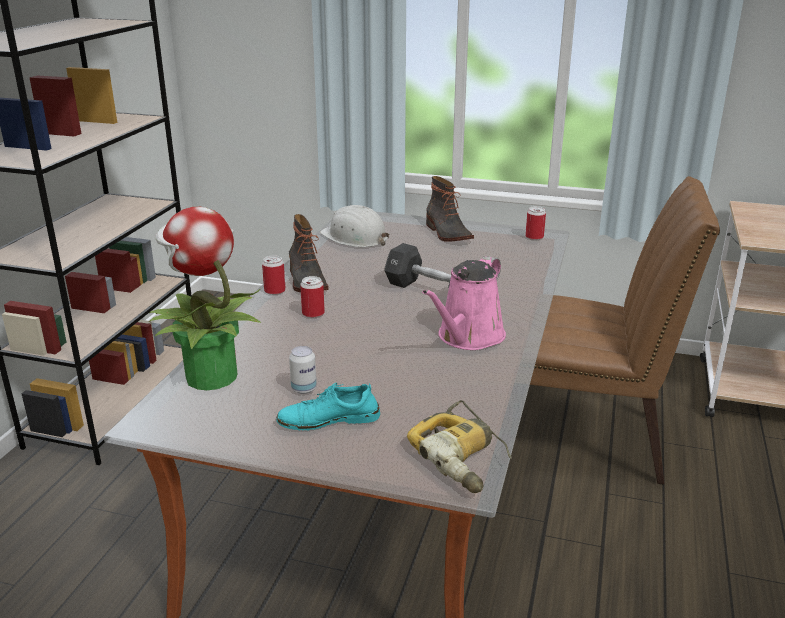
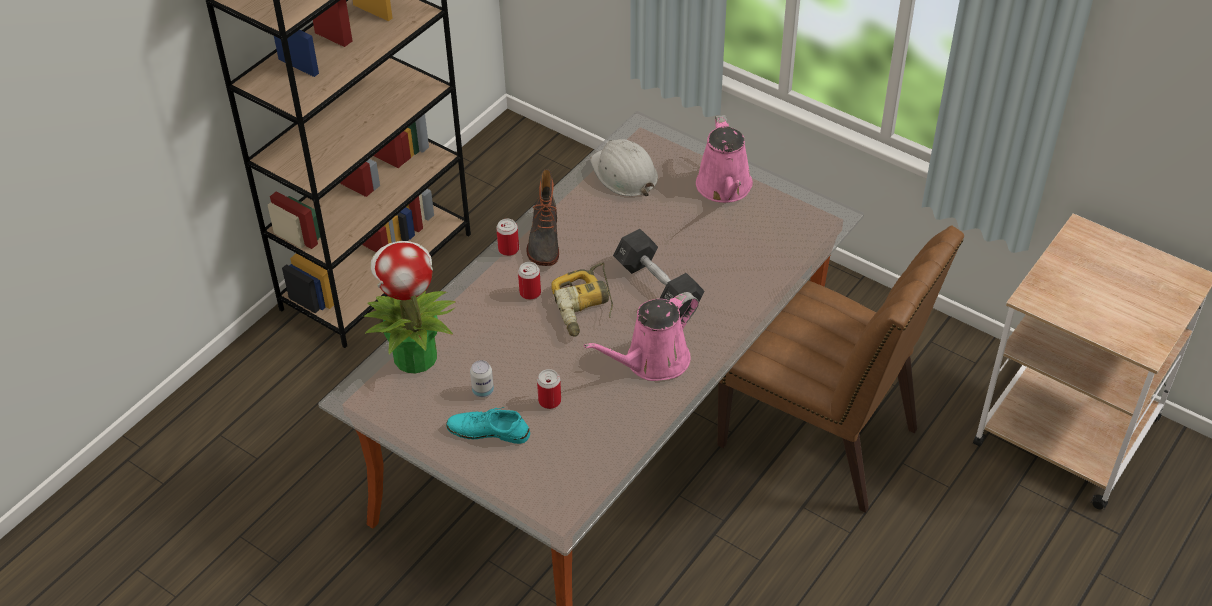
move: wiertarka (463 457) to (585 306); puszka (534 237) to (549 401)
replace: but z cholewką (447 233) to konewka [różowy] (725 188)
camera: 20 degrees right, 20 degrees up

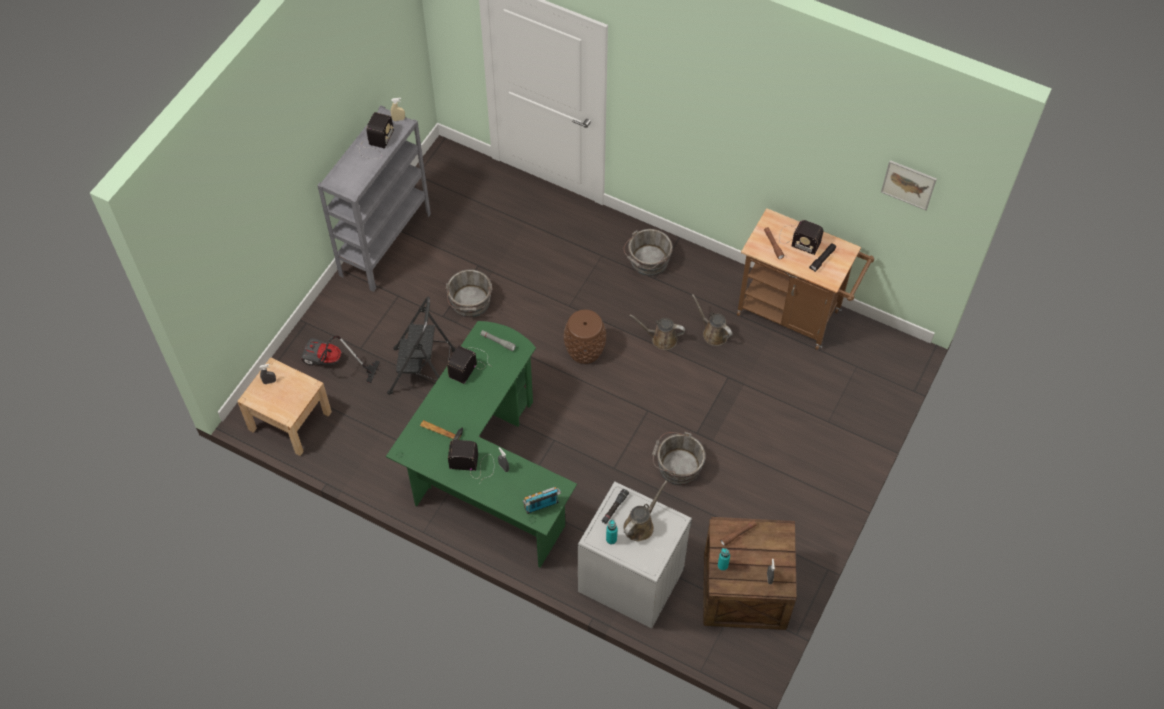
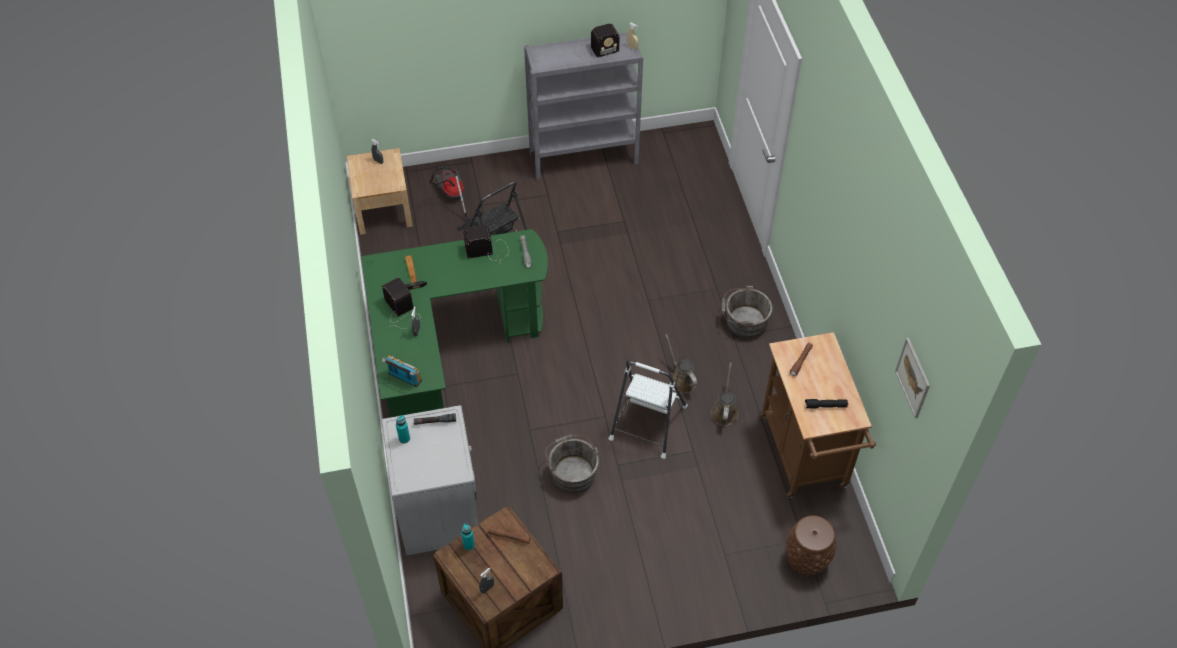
delete: wiadro [szary] (470 303); konewka [brązowy] (640 525); radio (798 239)
insert: drabinka [biały] (647 423)
move: stołek [brązowy] (585 350) to (806 559)
camera: 50 degrees right, 5 degrees down

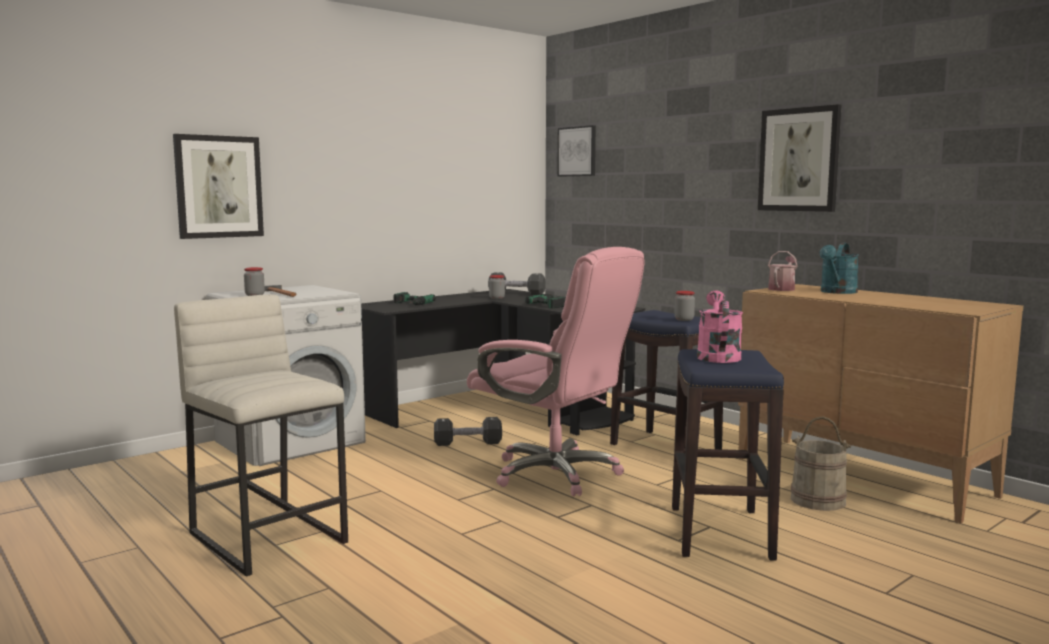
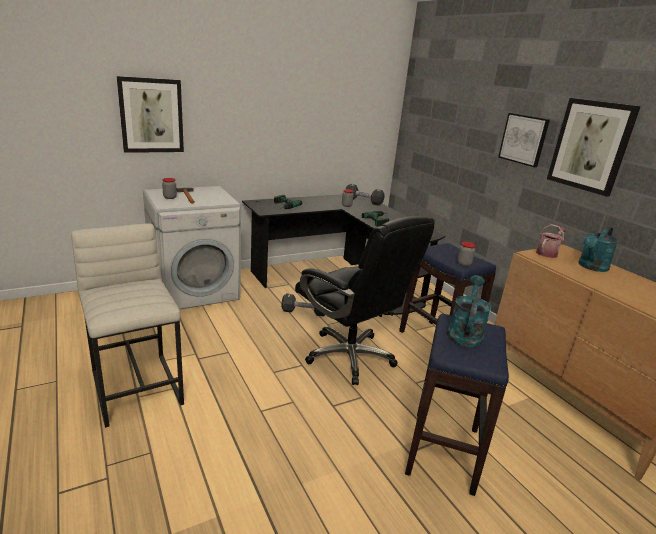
delete: wiadro [beżowy] (818 500)
move: obraz (577 151) to (523 139)
recolor: krzesło biurowe [różowy] (552 472) to krzesło biurowe [czarny] (348 355); konewka [różowy] (717 356) to konewka [turkusowy] (465 332)
camera: 10 degrees right, 15 degrees up

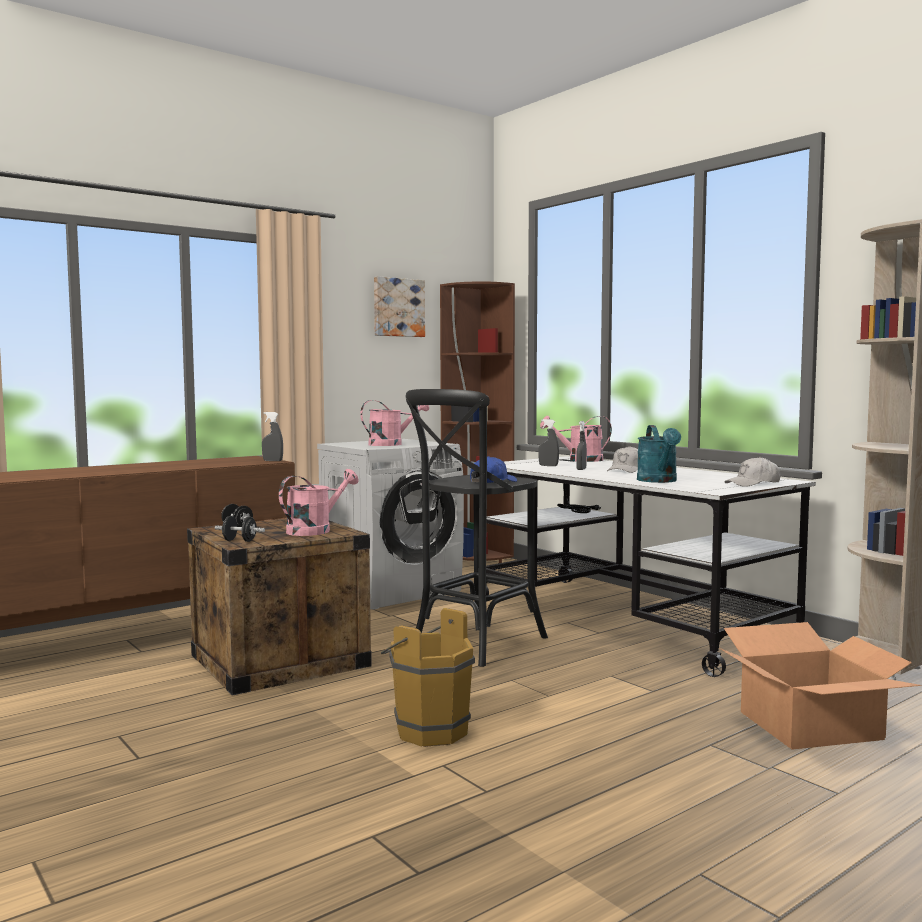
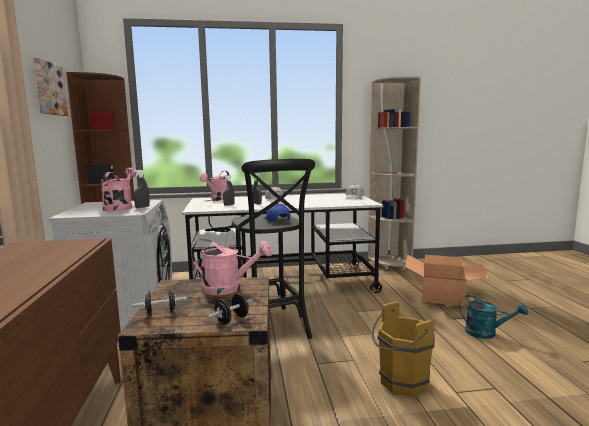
move: spryskiwacz [szary] (272 461) to (142 207); konewka [turkusowy] (659 481) to (486 333)
rotate: konewka [różowy] (315 530) = (228 288) 120 degrees clockwise
camera: 60 degrees left, 5 degrees up

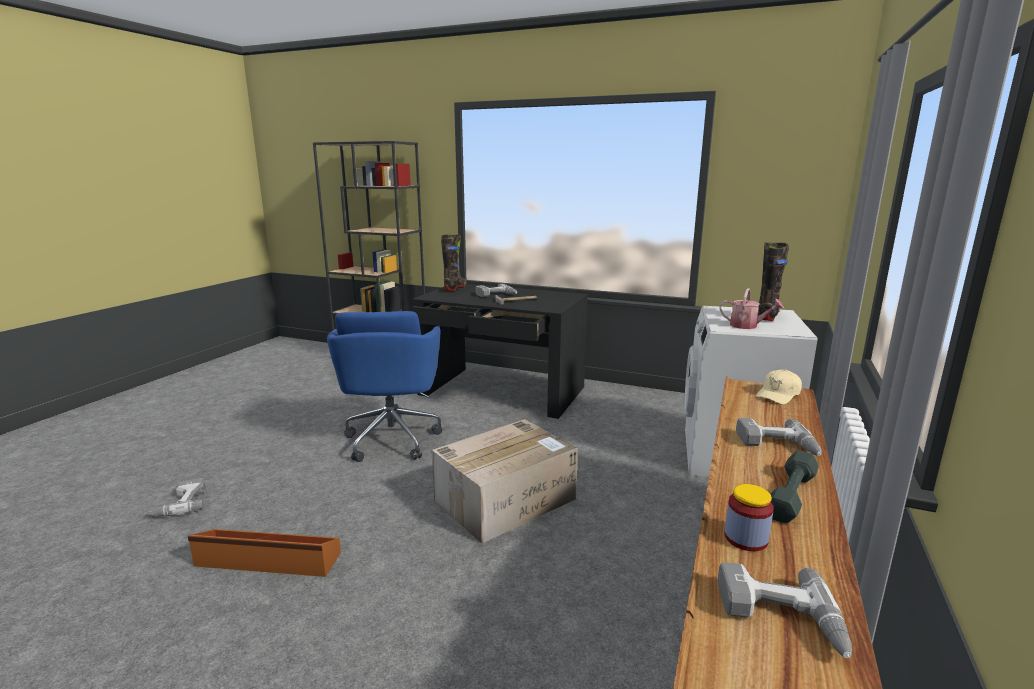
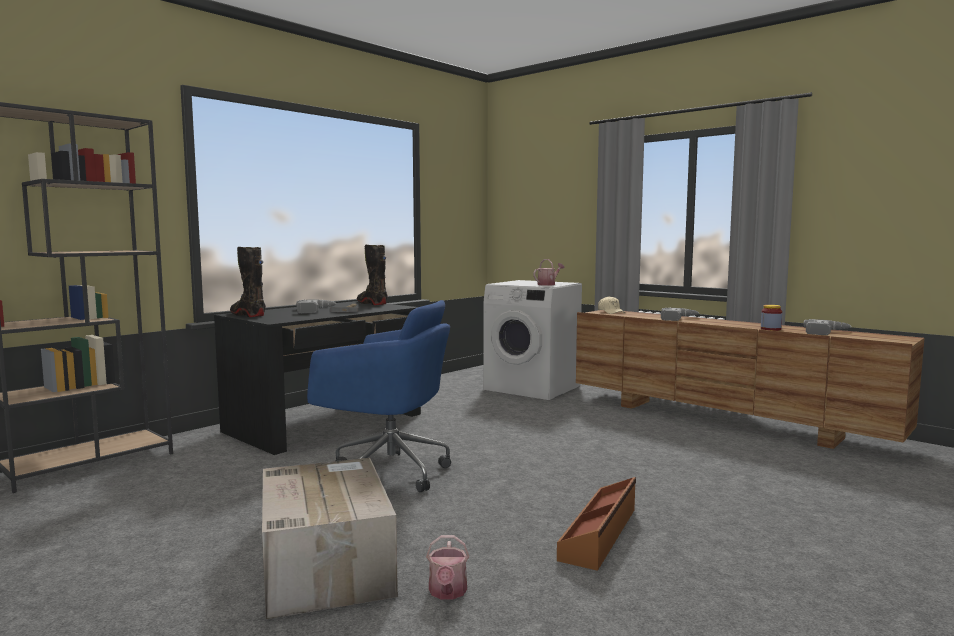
delete: hantel [szary] (791 495)
move: karton (506 499) to (325 564); but z cholewką [czarny] (767 316) to (372 303)
replace: wiertarka (178 505) to konewka (447 592)
camera: 70 degrees left, 10 degrees down

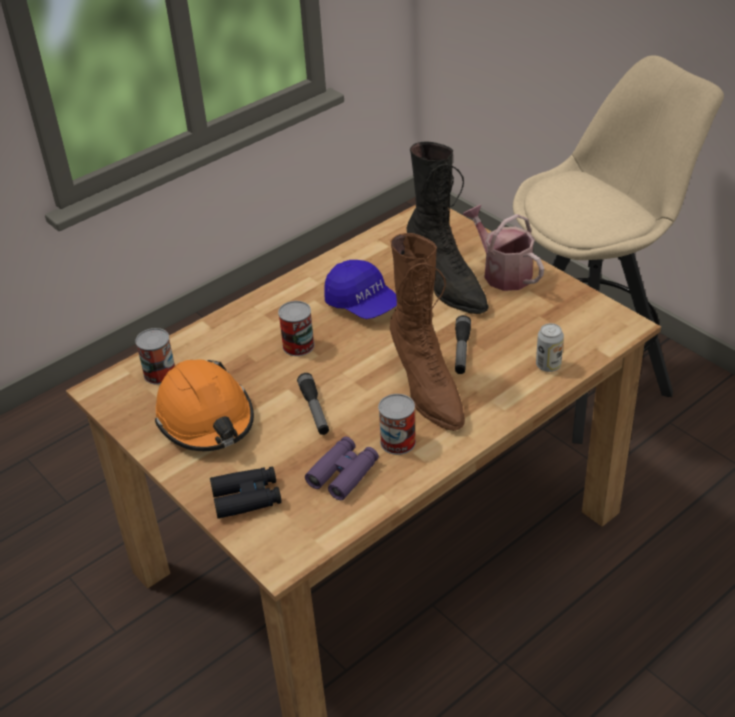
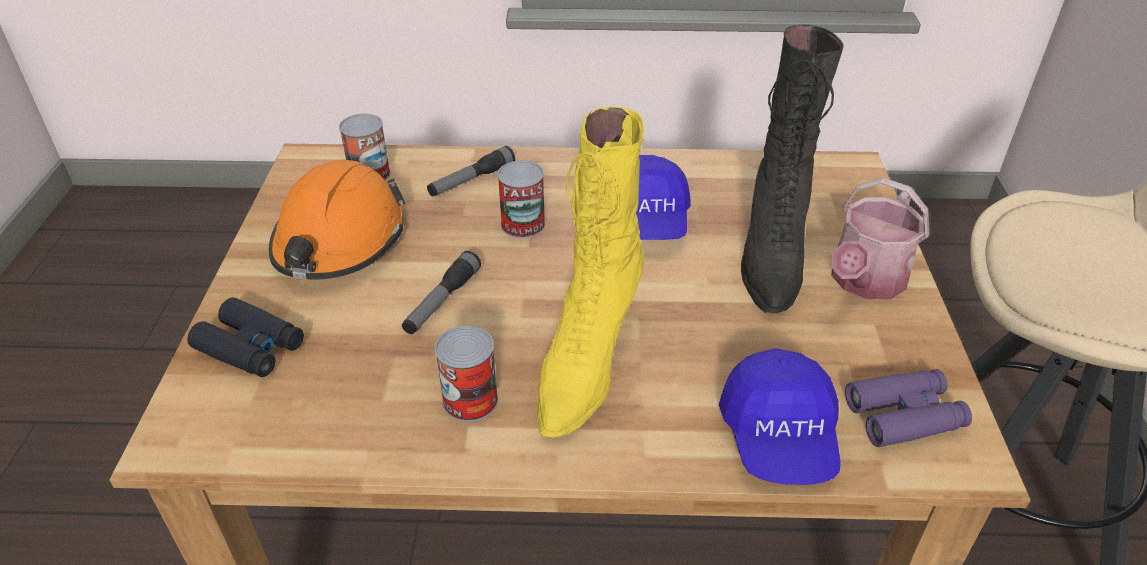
move: lornetka [fioletowy] (343 473) to (904 415); latarka (461 351) to (471 180)
replace: puszka (548 365) to czapka z daszkiem [niebieski] (779 438)
recolor: but z cholewką [brązowy] (427 389) to but z cholewką [żółty] (586 361)
rotate: konewka (502 272) = (864 282) 150 degrees counterclockwise
camera: 40 degrees right, 0 degrees up

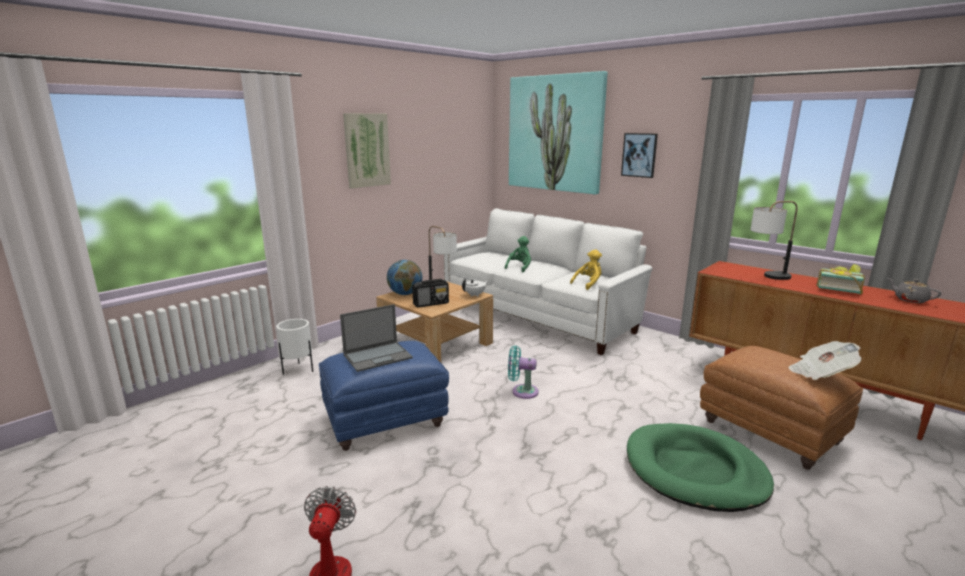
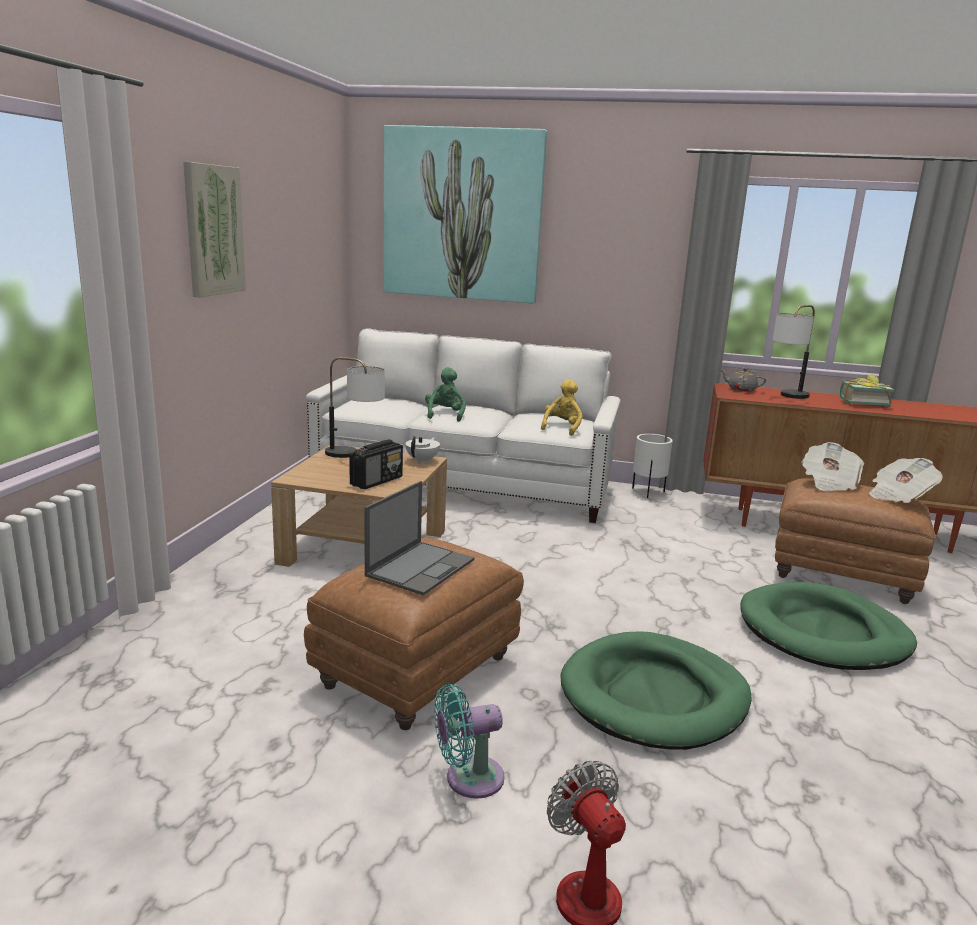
delete: globus (405 294); obraz (639 155)
insert: legowisko [zielony] (654 696); gazeta (829 483)
move: donica [biały] (298 370) to (648 493); wentylator [turkusowy] (522 391) to (468 779); imbryk [szary] (910 300) to (741 389)
recolor: pufa [niebieski] (386 421) to pufa [brązowy] (417 671)
camera: 30 degrees left, 0 degrees up

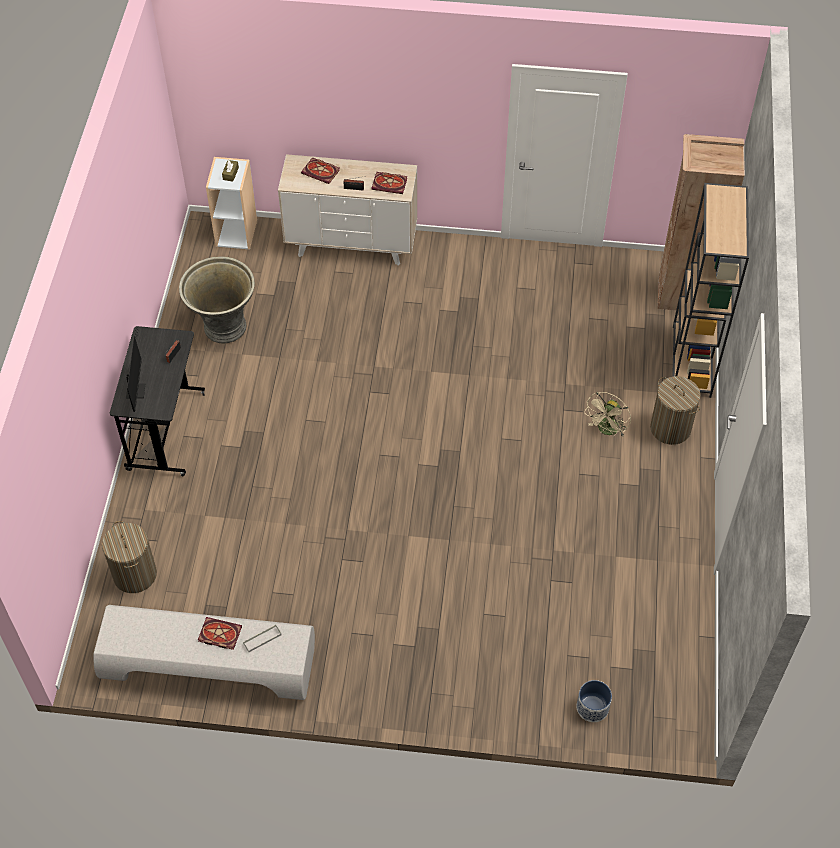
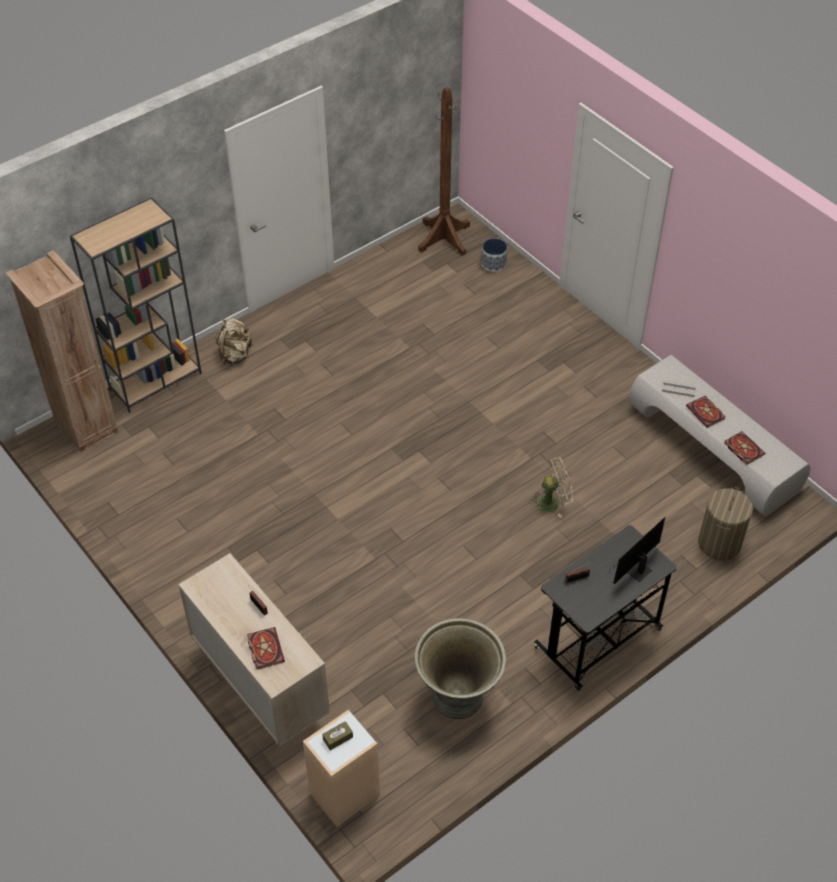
insert: wieszak [brązowy] (444 238)
move: książka (390 184) to (742 448); wentylator [beżowy] (606 431) to (552 502)
replace: kosz na pranie (670 428) to plecak [beżowy] (235 355)
camera: 135 degrees left, 5 degrees down

